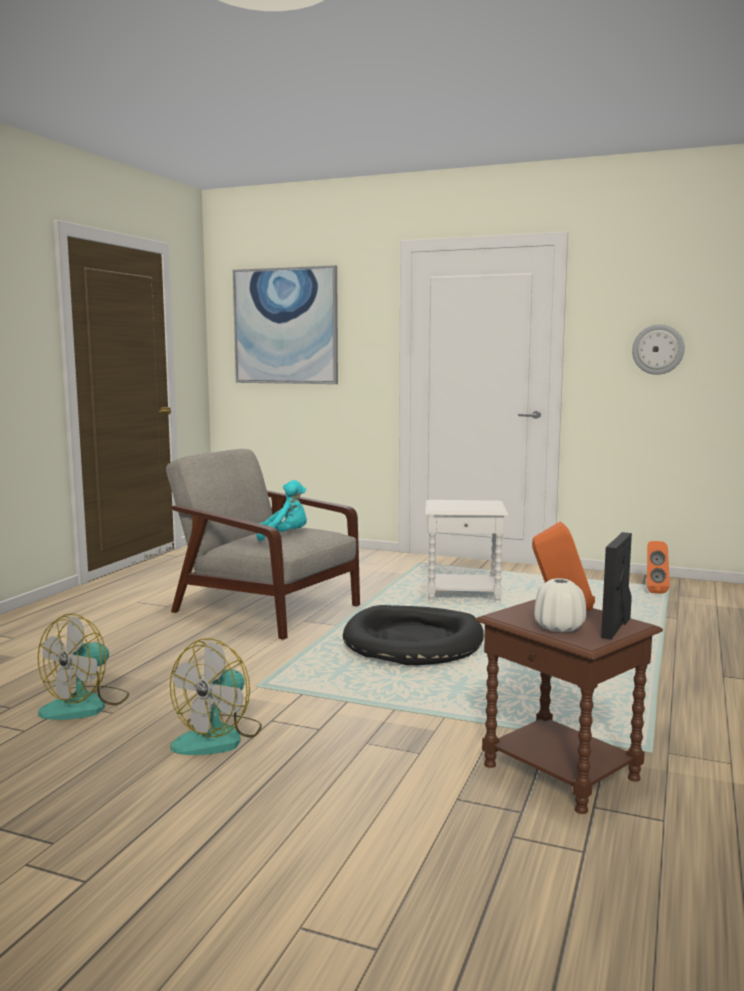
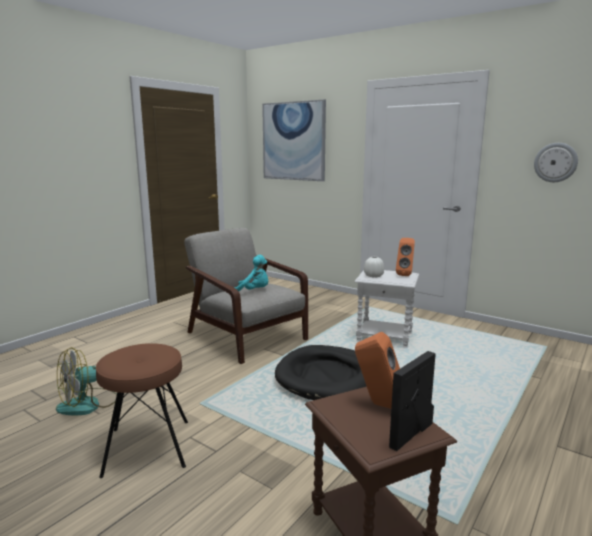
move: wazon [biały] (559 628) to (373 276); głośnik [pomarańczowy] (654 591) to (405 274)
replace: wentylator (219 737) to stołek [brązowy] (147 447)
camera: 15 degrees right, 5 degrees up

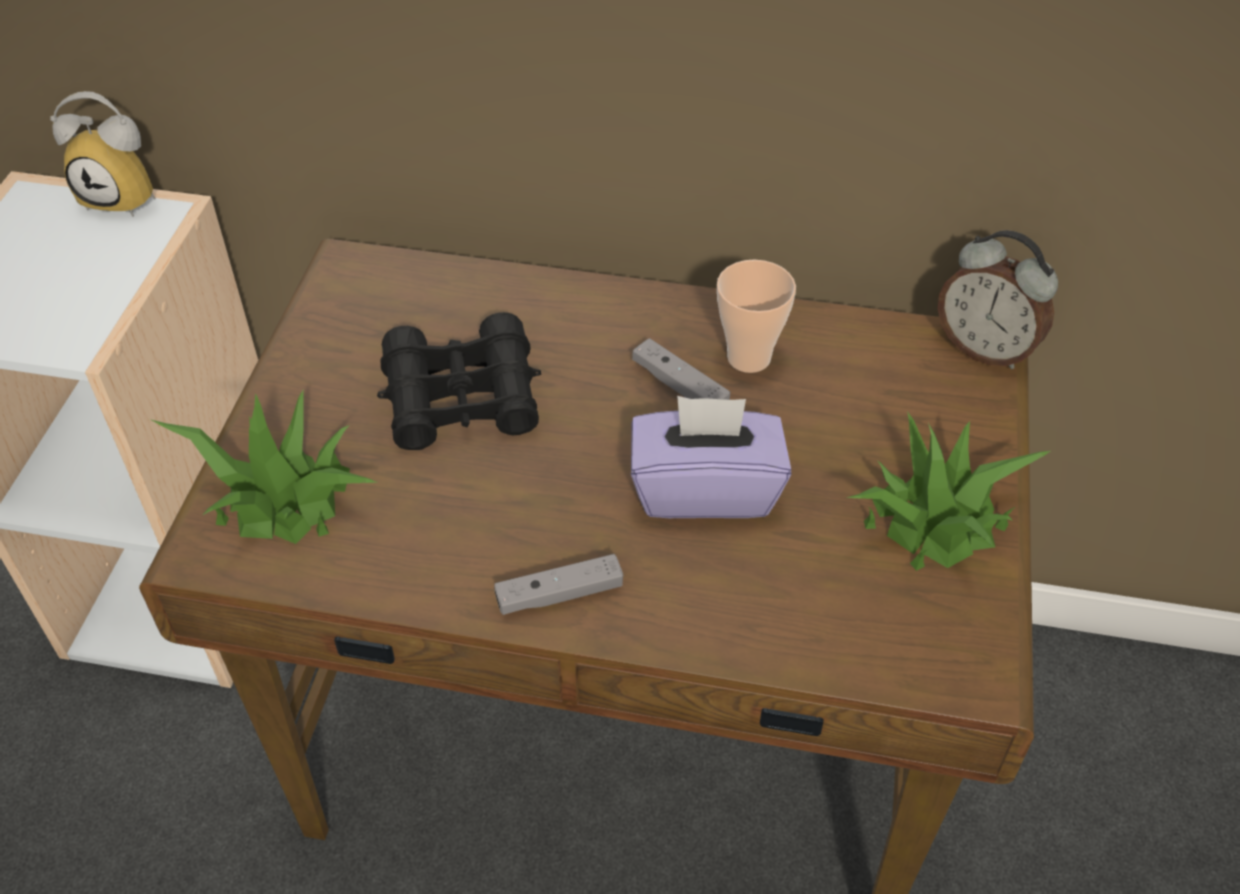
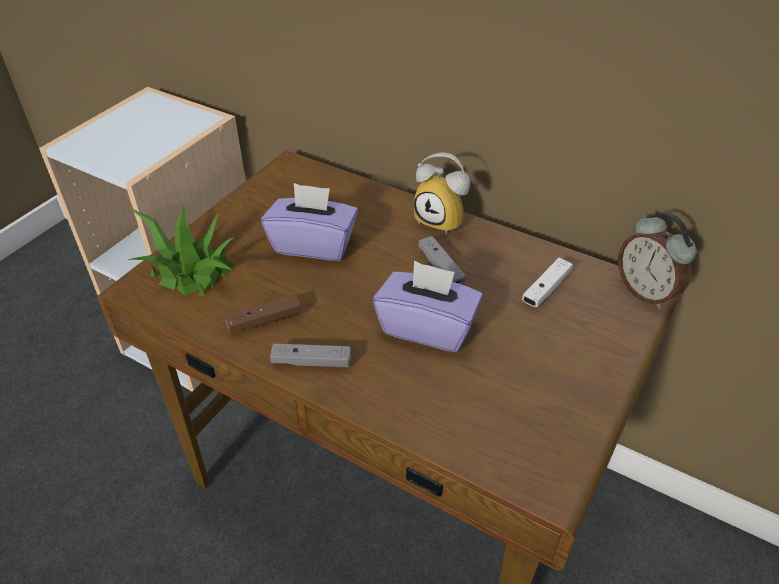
delete: filiżanka (748 358); roślina doniczkowa (934 518)
insert: pad do gier [brązowy] (264 320); pad do gier [biały] (546 289)
move: budzik (126 196) to (443 220)
replace: lornetka [czarny] (462 398) to pudełko chusteczek [fioletowy] (313 244)
camera: 20 degrees right, 5 degrees down

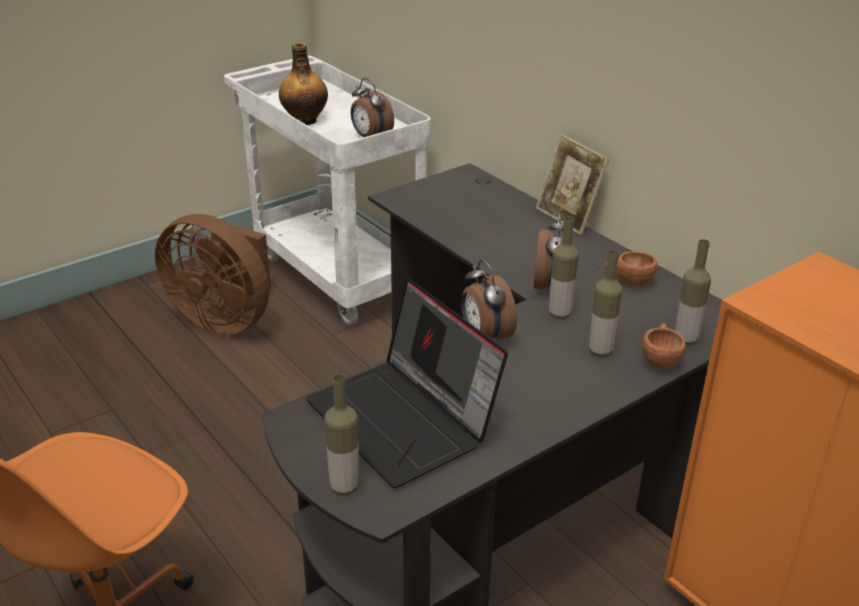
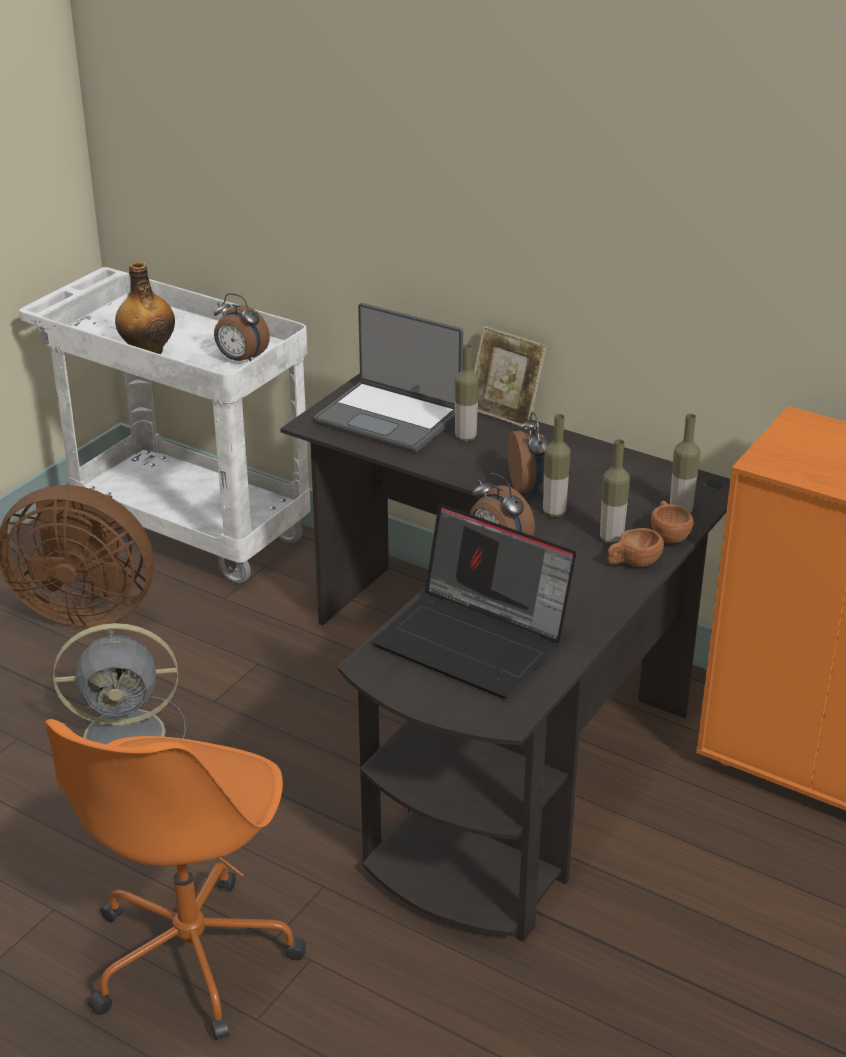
insert: wentylator [szary] (128 735); laptop (390 418)
move: butelka (344 486) to (465 437); filiżanka [brązowy] (628 281) to (633 563)
camera: 20 degrees left, 0 degrees up

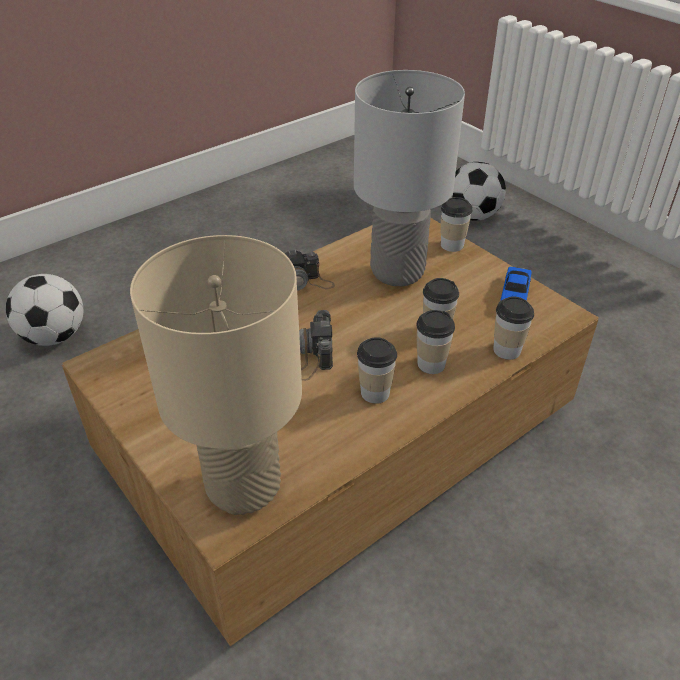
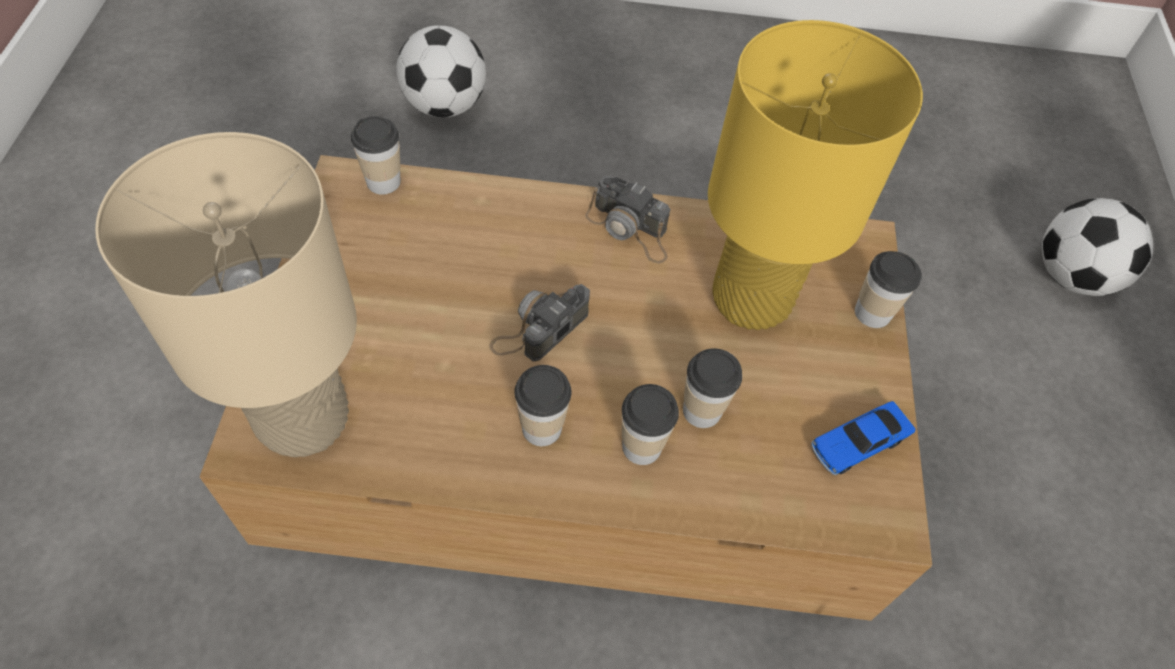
move: filiżanka (507 350) to (383 181)
recolor: lampa stołowa [szary] (396 275) to lampa stołowa [żółty] (749 303)
camera: 40 degrees right, 15 degrees up

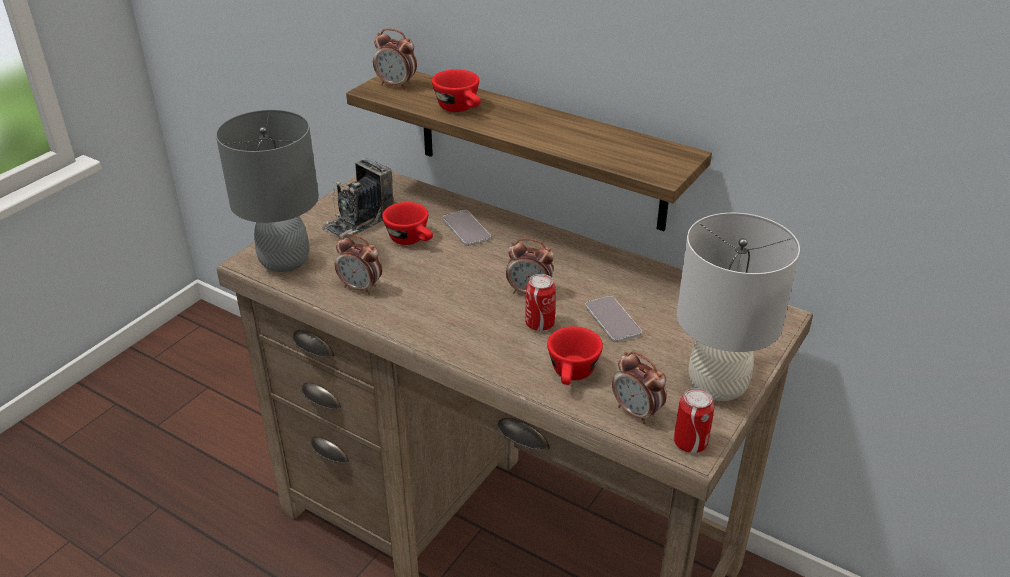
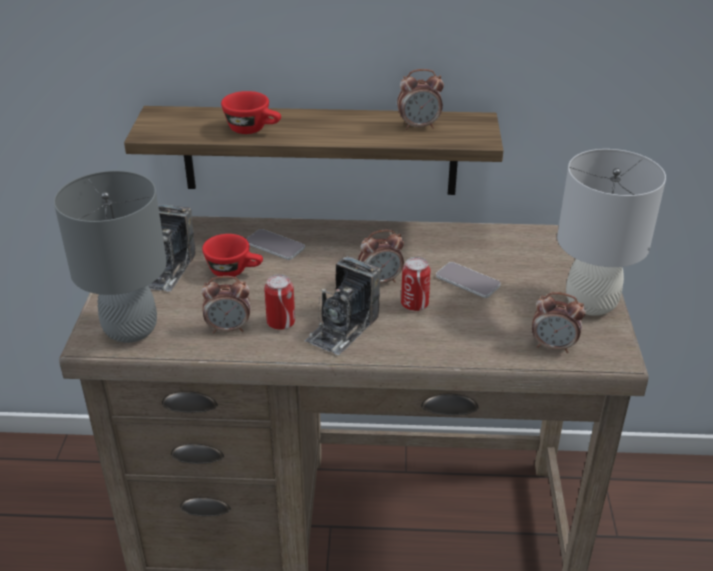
delete: filiżanka [czerwony] (572 375)
insert: aparat fotograficzny (343 328)
move: budzik (396 85) to (419 126); puszka (690 443) to (281 323)
camera: 30 degrees left, 0 degrees up

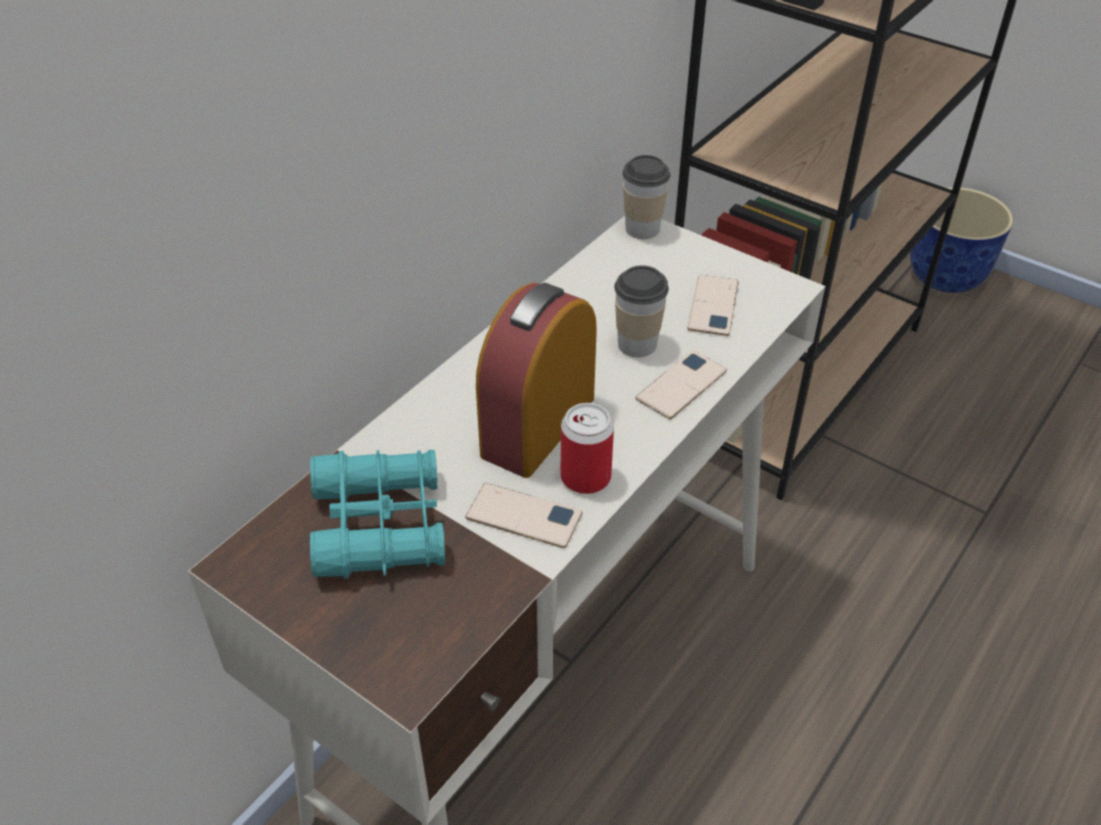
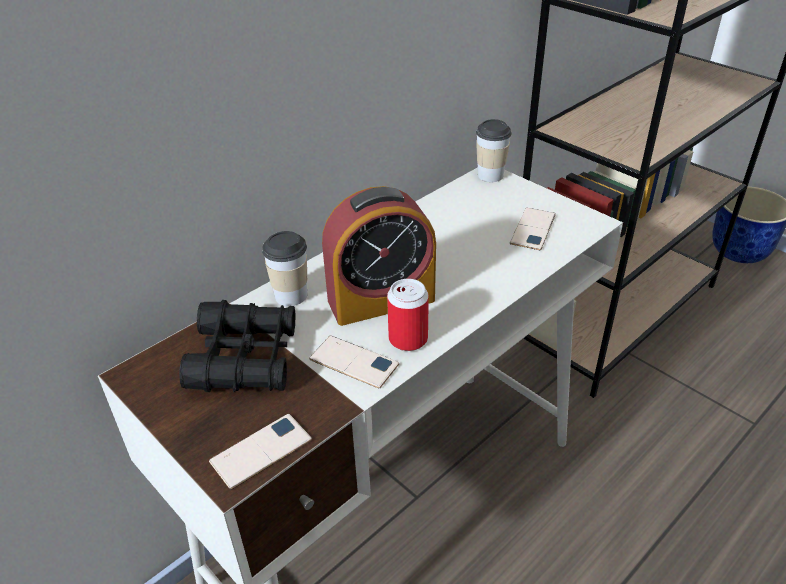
move: filiżanka (637 344) to (291 296); telefon (681 385) to (261 451)
recolor: lornetka [turkusowy] (380 525) to lornetka [czarny] (245 358)
rotate: budzik (538 426) = (381 300) 150 degrees counterclockwise
camera: 10 degrees right, 5 degrees down

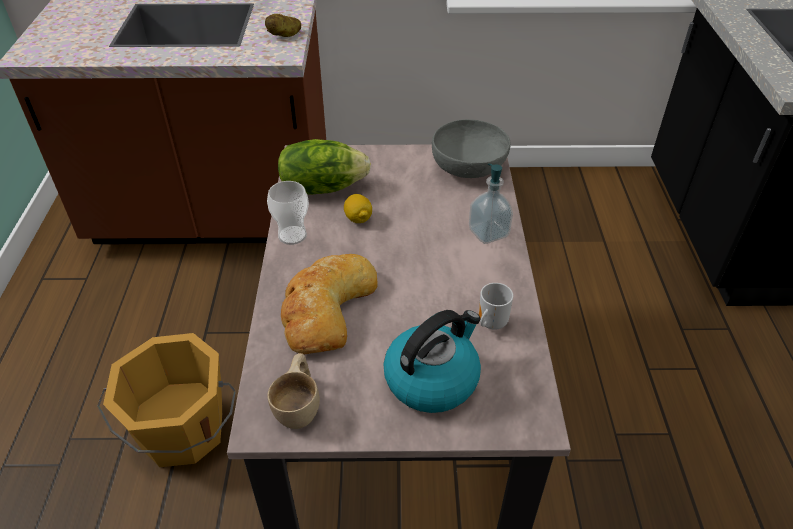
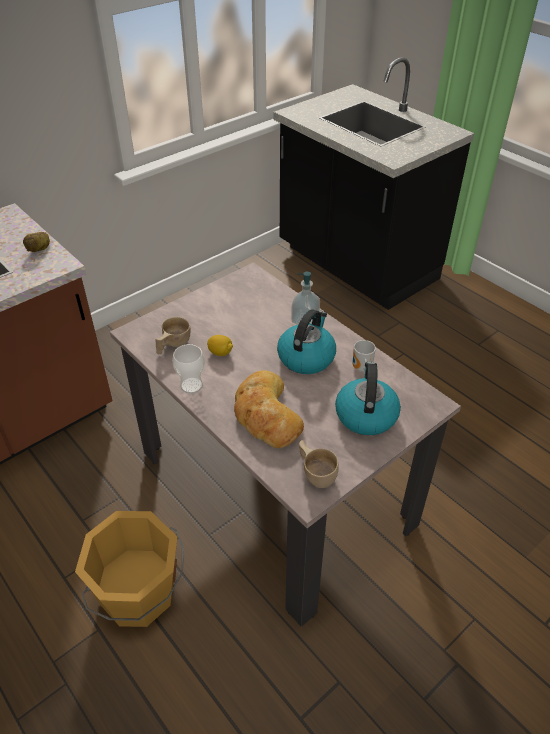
delete: miska [szary] (469 166)
insert: czajnik (306 357)
replace: sałata (322 187) to filiżanka [beżowy] (172 345)
camera: 40 degrees left, 0 degrees up

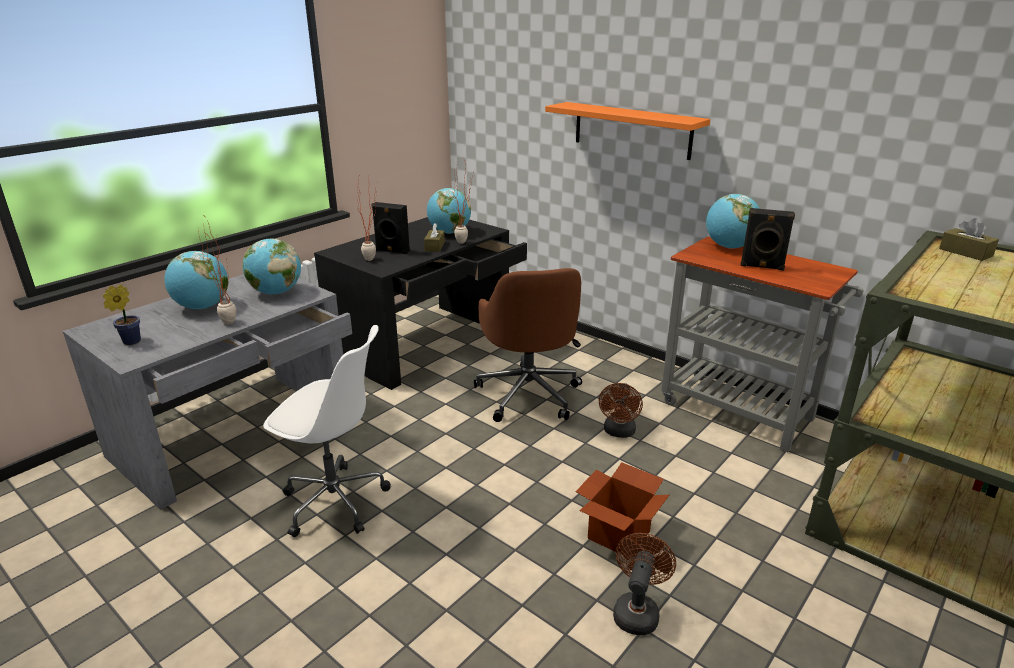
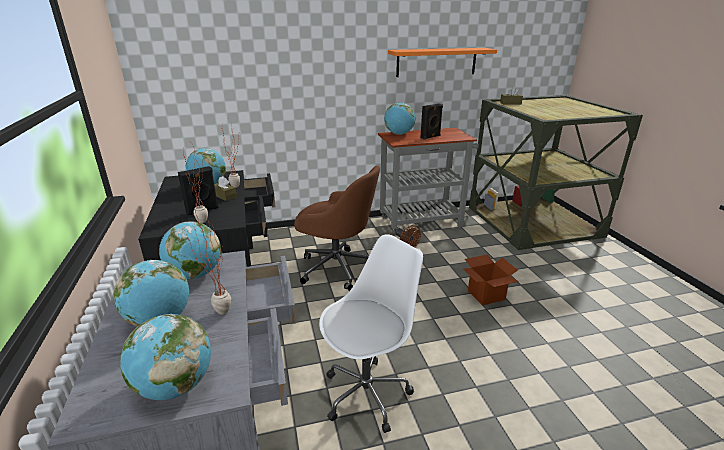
delete: wentylator [brązowy] (637 610)
move: półka [pomarańczowy] (632 130) to (436 62)
replace: roślina doniczkowa (129 342) to globus (175 386)
camera: 55 degrees left, 0 degrees up

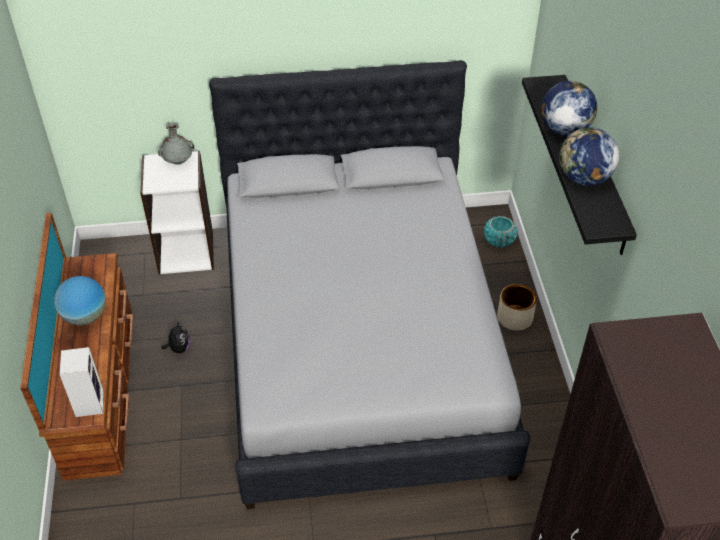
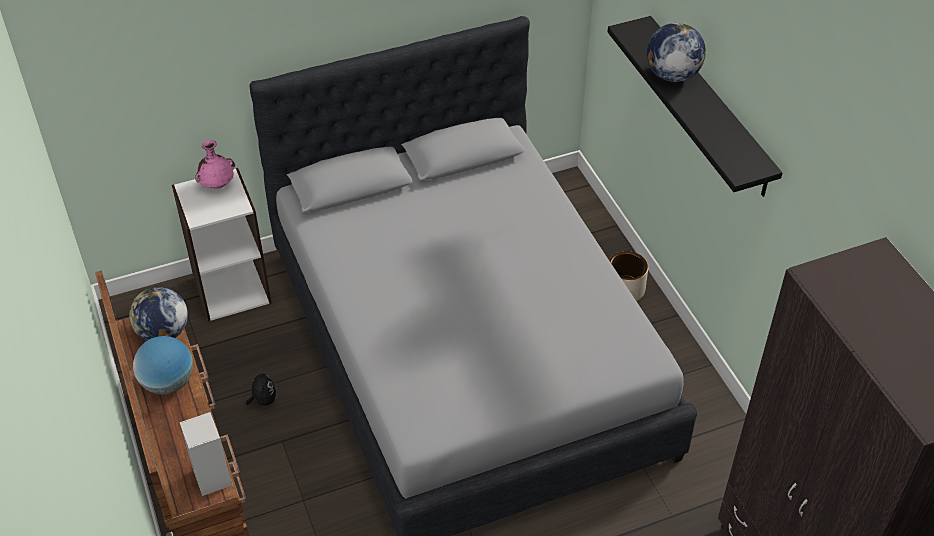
delete: donica [turkusowy] (499 240)
move: globus (583 178) to (163 333)
recolor: wazon [szary] (178 161) to wazon [różowy] (218 185)
camera: 15 degrees left, 0 degrees up

